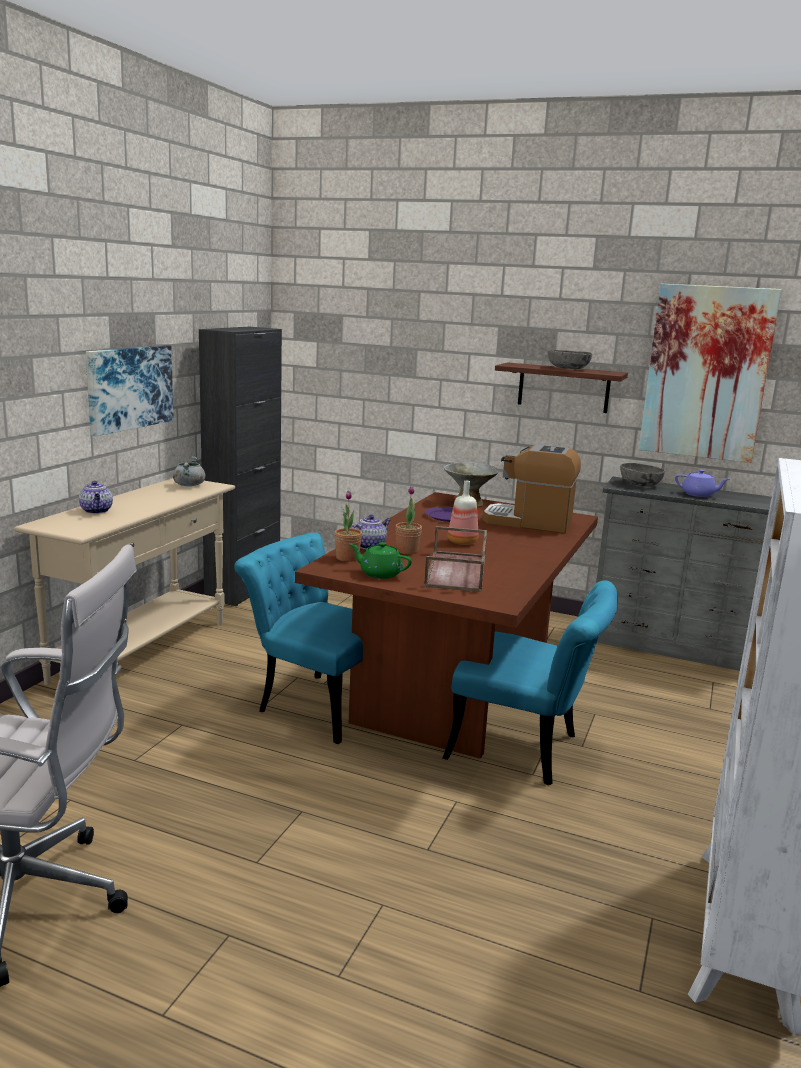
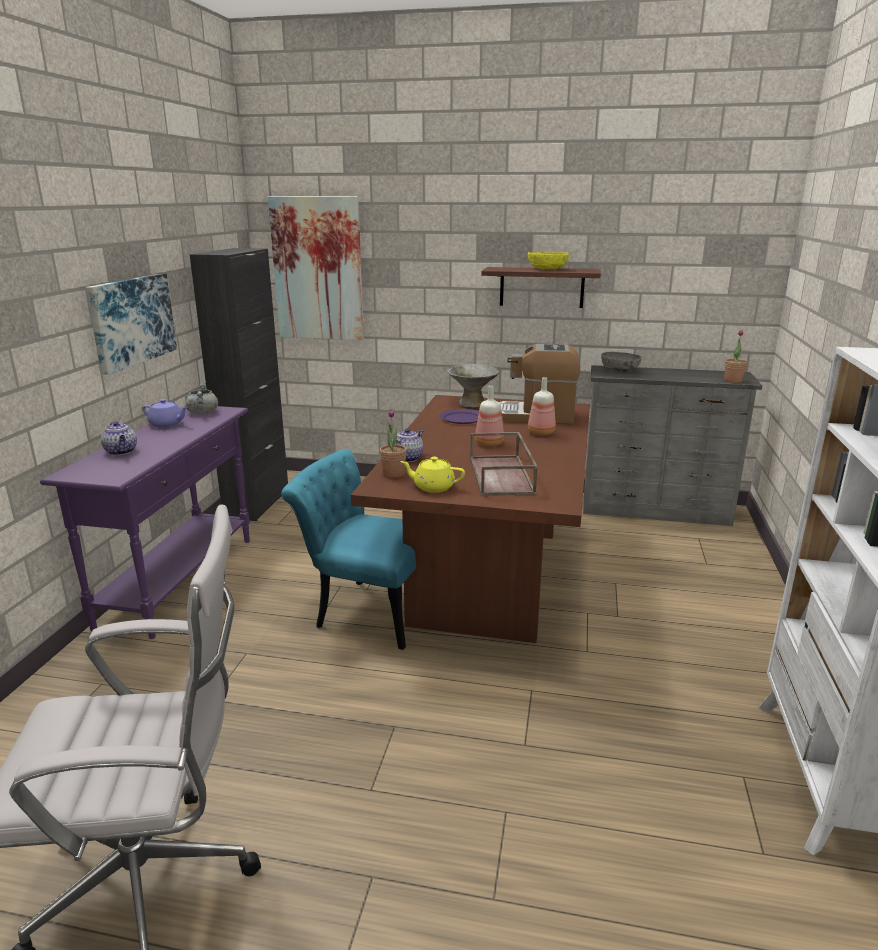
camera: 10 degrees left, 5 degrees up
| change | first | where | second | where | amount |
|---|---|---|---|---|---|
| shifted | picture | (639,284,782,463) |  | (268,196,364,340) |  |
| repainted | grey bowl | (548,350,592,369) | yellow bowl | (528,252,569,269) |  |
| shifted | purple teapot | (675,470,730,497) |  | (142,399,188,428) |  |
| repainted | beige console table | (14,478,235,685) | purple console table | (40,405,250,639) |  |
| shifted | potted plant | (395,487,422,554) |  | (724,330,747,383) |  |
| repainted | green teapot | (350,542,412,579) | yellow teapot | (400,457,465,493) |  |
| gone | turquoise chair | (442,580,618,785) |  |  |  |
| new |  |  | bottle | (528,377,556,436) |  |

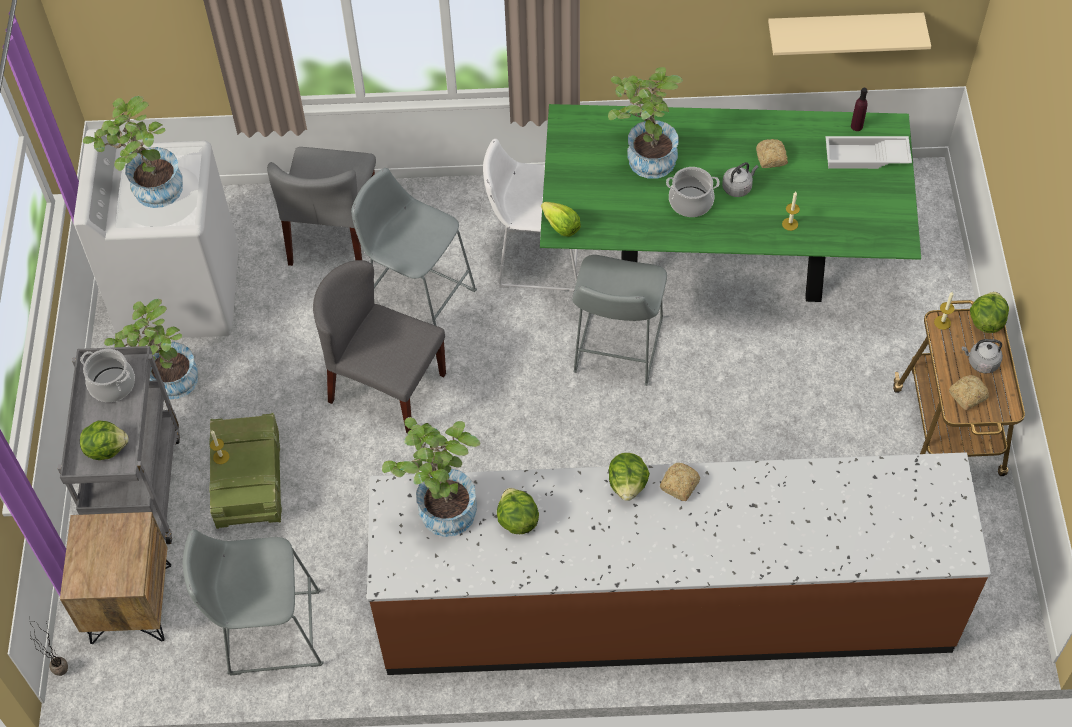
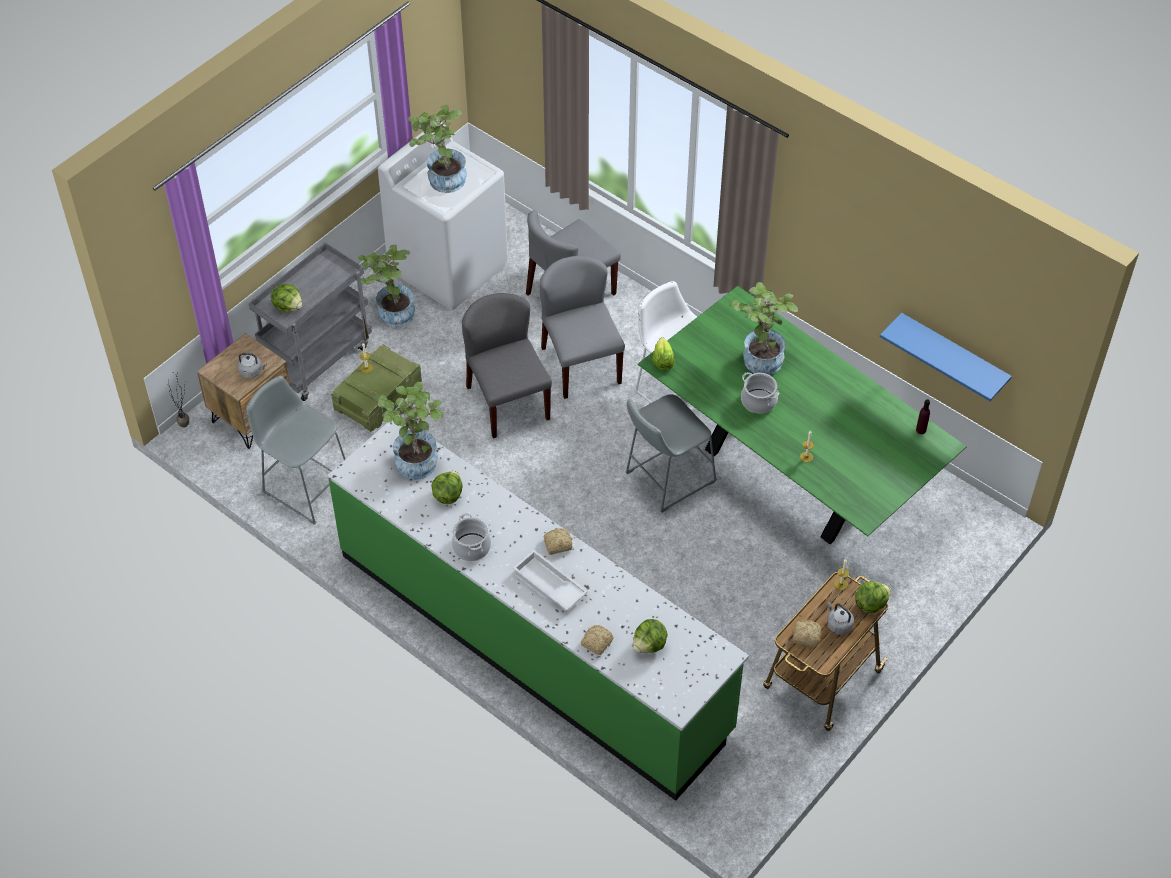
camera: 40 degrees right, 5 degrees down
| change | first | where | second | where | amount |
|---|---|---|---|---|---|
| repainted | beige shelf | (768,13,931,55) | blue shelf | (880,313,1012,401) |  |
| shifted | white tray | (826,136,912,169) |  | (513,550,588,611) |  |
| shifted | bread | (756,139,788,168) |  | (581,625,614,655) |  |
| shifted | grey kettle | (722,162,758,197) |  | (238,353,267,378) |  |
| swapped | grey stool | (351,168,477,326) | grey chair | (540,256,625,399) |  |
| shifted | cooking pot | (80,349,135,402) |  | (451,513,491,561) |  |
| repainted | brown counter | (367,452,991,675) | green counter | (327,415,749,801) |  |
| shifted | lettuce | (609,453,650,501) |  | (633,619,668,653) |  |

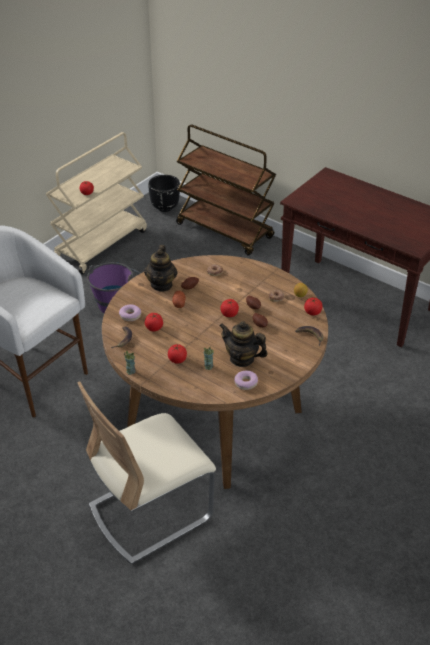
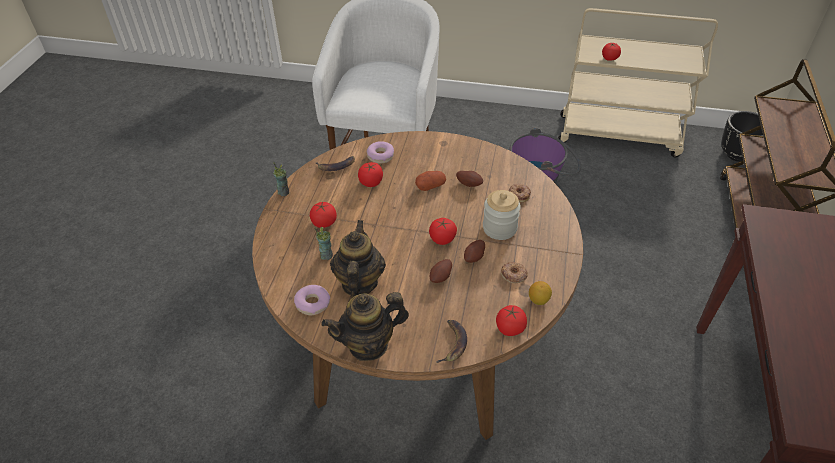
camera: 65 degrees right, 5 degrees up
| change | first | where | second | where | amount |
|---|---|---|---|---|---|
| shifted | teapot | (144,245,178,291) |  | (321,292,409,361) |  |
| gone | beige chair | (77,381,216,564) |  |  |  |
| new |  |  | jar | (483,190,521,240) |  |

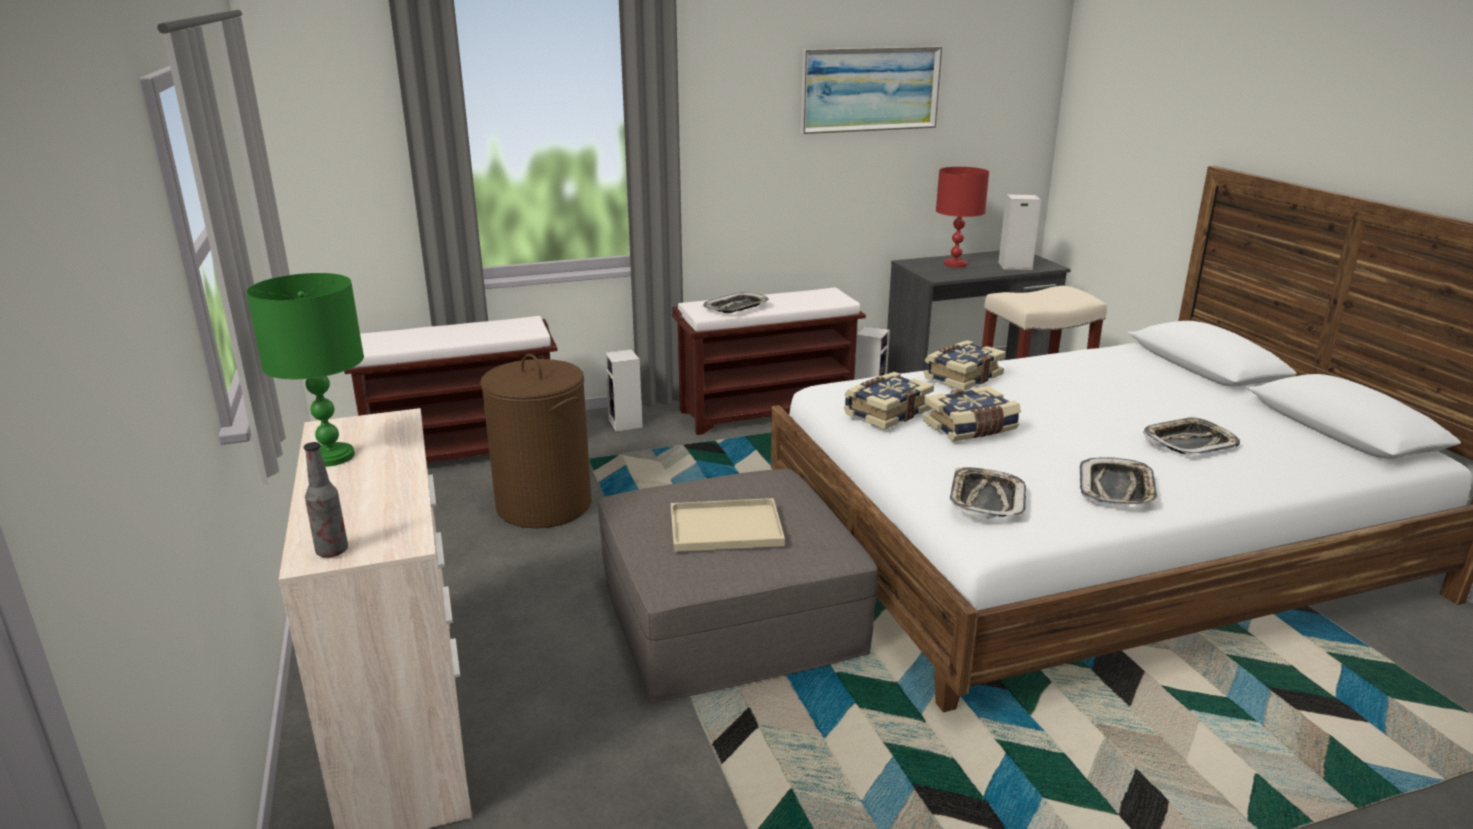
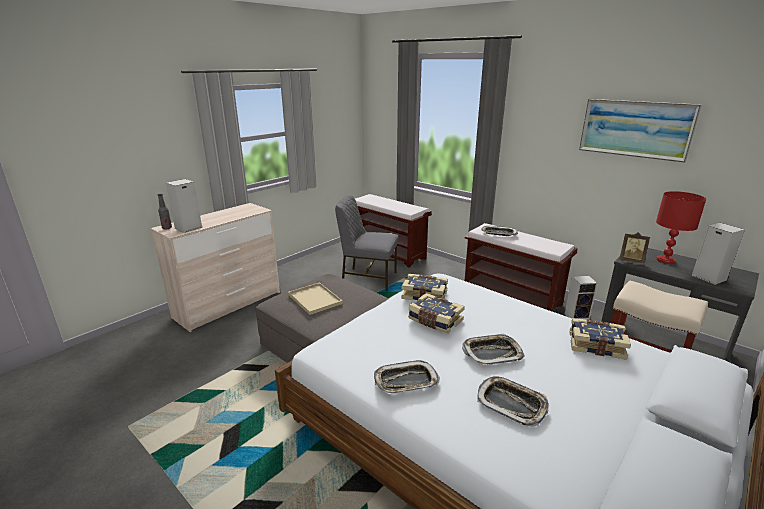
camera: 60 degrees right, 0 degrees up
| change | first | where | second | where | amount |
|---|---|---|---|---|---|
| gone | green table lamp | (246,273,364,467) |  |  |  |
| shifted | book | (923,340,1006,390) |  | (569,318,631,360) |  |
| shifted | speaker | (605,349,643,432) |  | (166,179,202,233) |  |
| swapped | brown laundry basket | (480,354,592,528) | grey chair | (335,195,399,291) |  |
| shifted | tray | (949,467,1026,519) |  | (462,333,525,365) |  |
| new |  |  | picture frame | (619,232,650,264) |  |

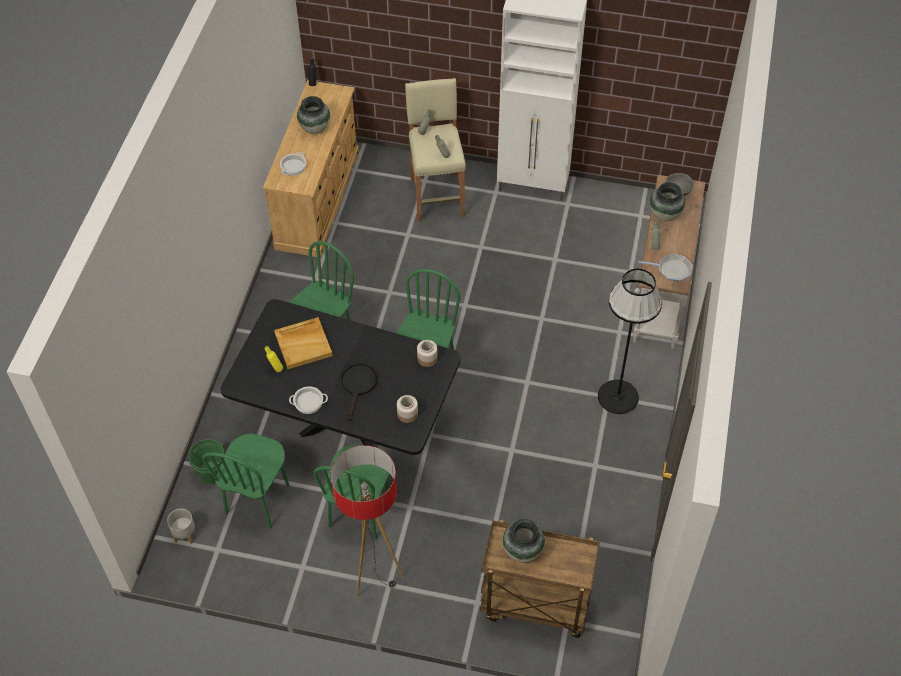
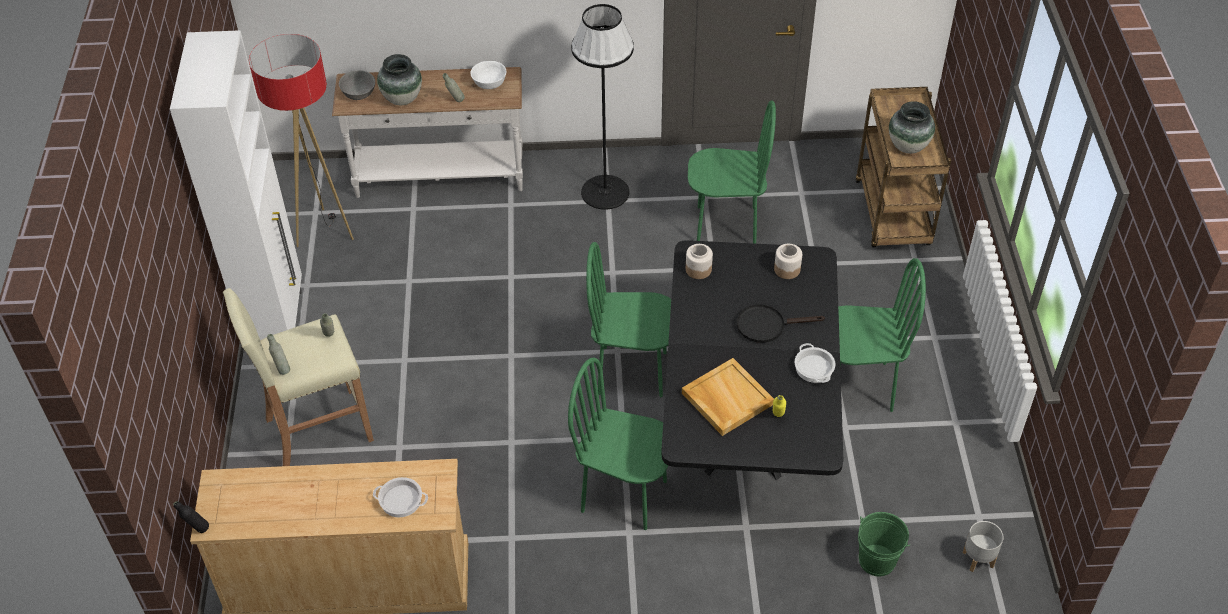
camera: 105 degrees left, 5 degrees down
| change | first | where | second | where | amount |
|---|---|---|---|---|---|
| gone | vase | (297,96,330,134) |  |  |  |
| swapped | frying pan | (639,254,692,282) | white bowl | (470,61,506,89) |  |
| shifted | green chair | (202,433,290,528) |  | (688,100,776,244) |  |
| shifted | floor lamp | (330,445,404,598) |  | (249,34,354,247) |  |

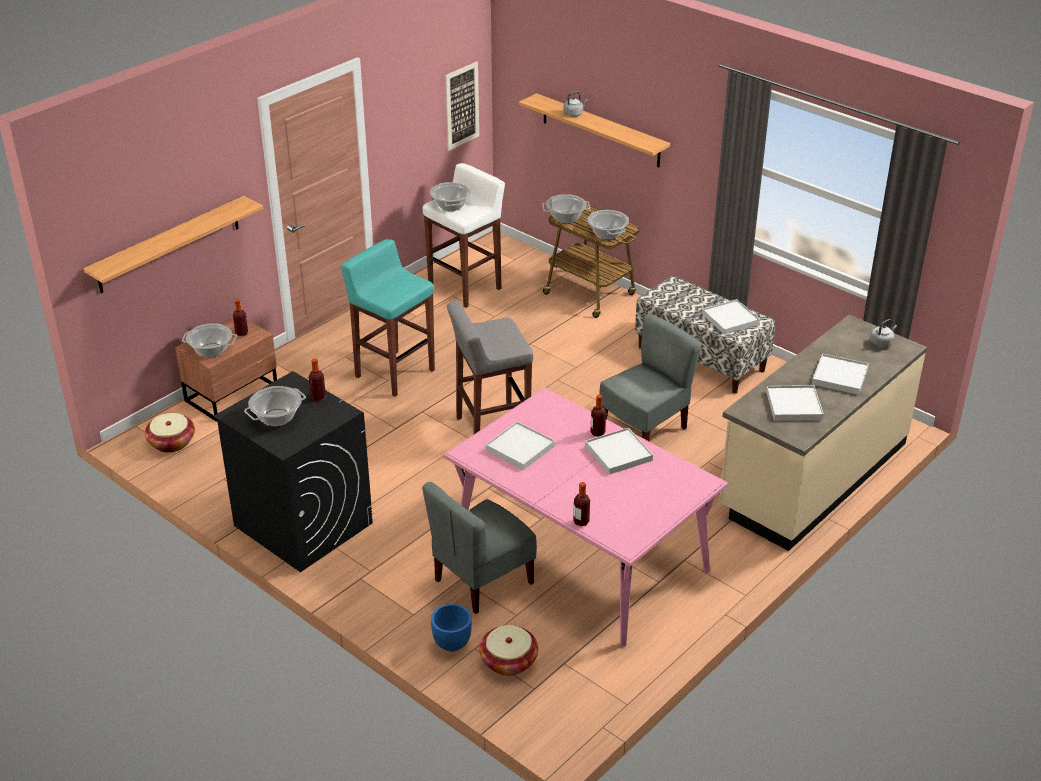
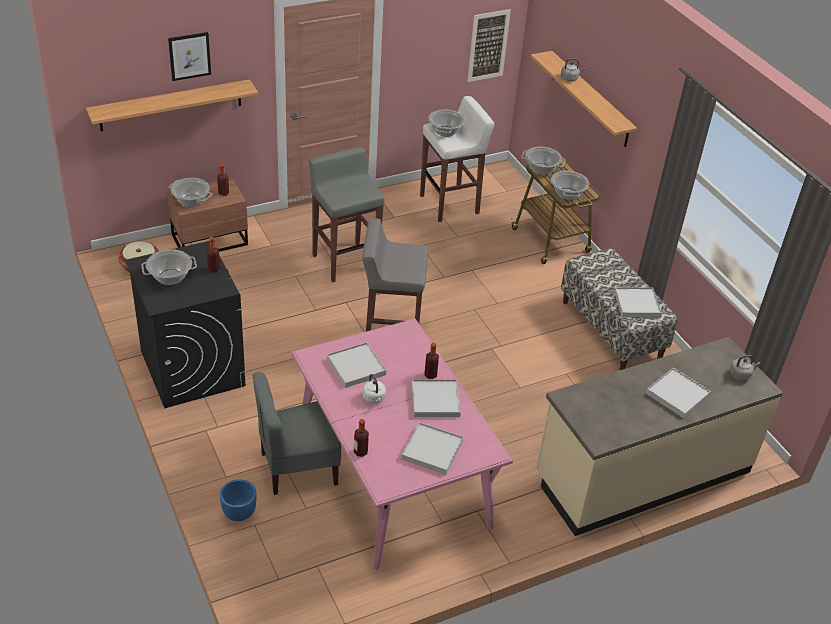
camera: 20 degrees right, 5 degrees up
| change | first | where | second | where | amount |
|---|---|---|---|---|---|
| repainted | turquoise stool | (341,239,435,397) | grey stool | (309,147,385,282) |  |
| gone | grey chair | (599,314,702,441) |  |  |  |
| shifted | white tray | (766,385,824,421) |  | (401,422,463,475) |  |
| gone | basket | (479,625,538,676) |  |  |  |
| new |  |  | picture | (168,32,211,81) |  |
| new |  |  | white kettle | (363,374,386,403) |  |

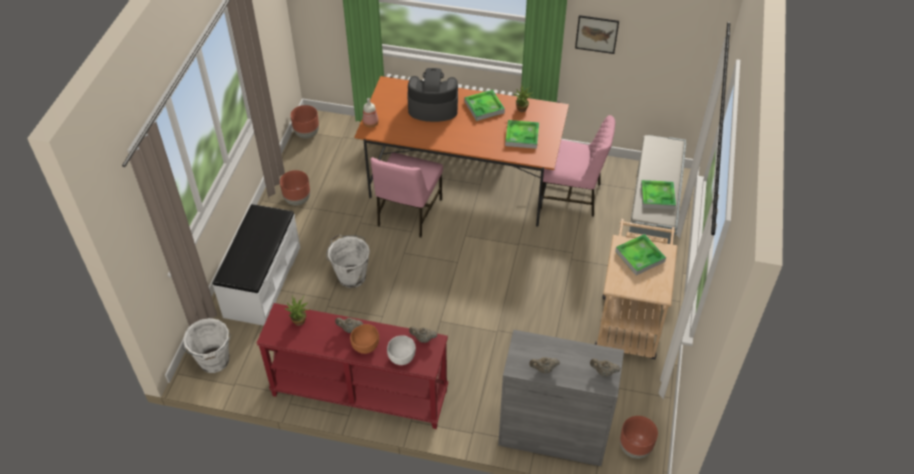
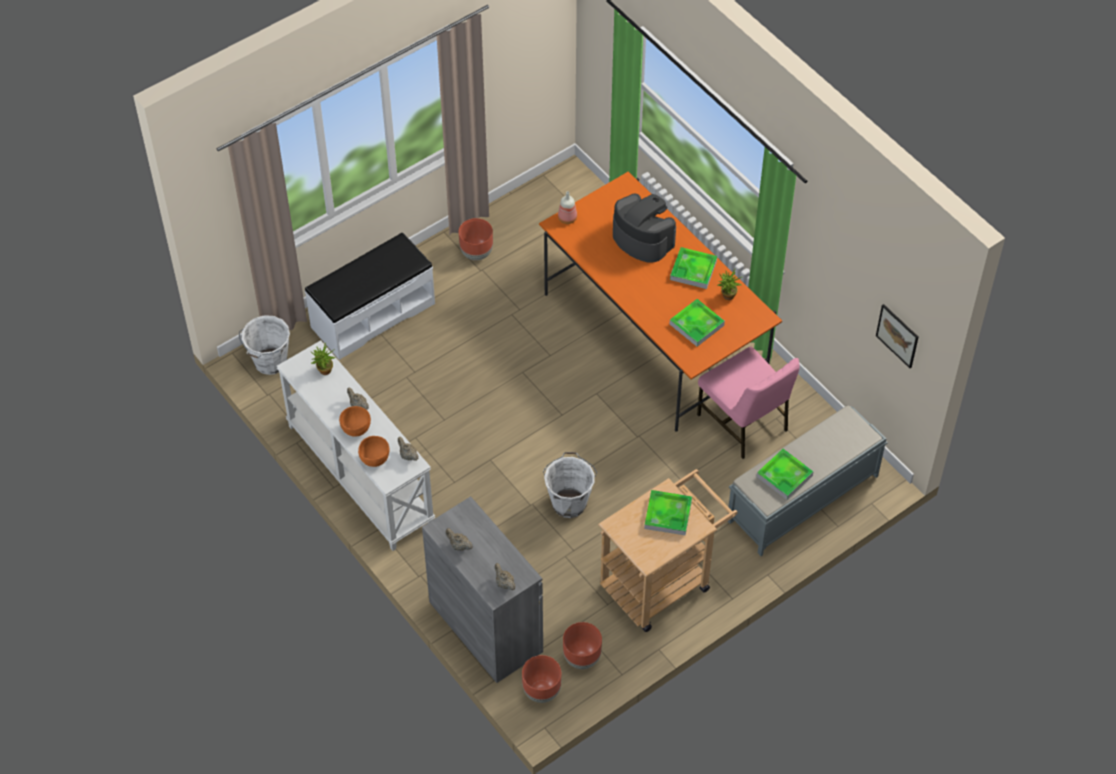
camera: 40 degrees right, 5 degrees up
| change | first | where | second | where | amount |
|---|---|---|---|---|---|
| shifted | picture | (575,15,619,54) |  | (876,304,919,368) |  |
| shifted | brown planter | (290,105,319,139) |  | (563,622,602,669) |  |
| gone | pink chair | (370,153,443,238) |  |  |  |
| shifted | white bucket | (326,235,370,288) |  | (543,452,597,518) |  |
| repainted | red console table | (257,303,448,429) | white console table | (277,340,435,551) |  |
| repainted | white bowl | (387,335,416,365) | orange bowl | (358,436,390,467) |  |

